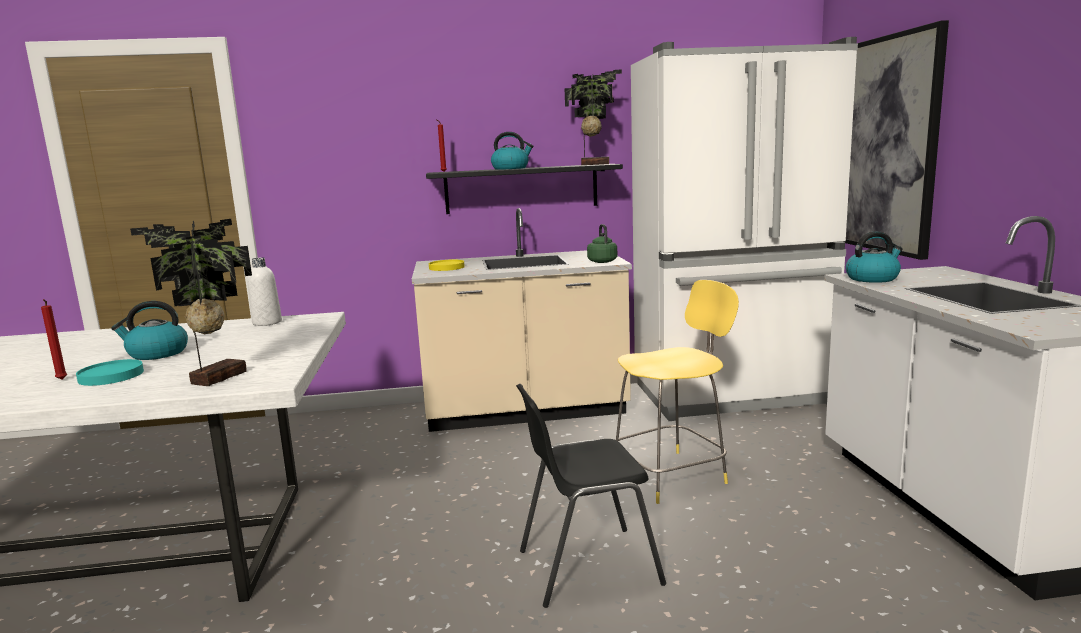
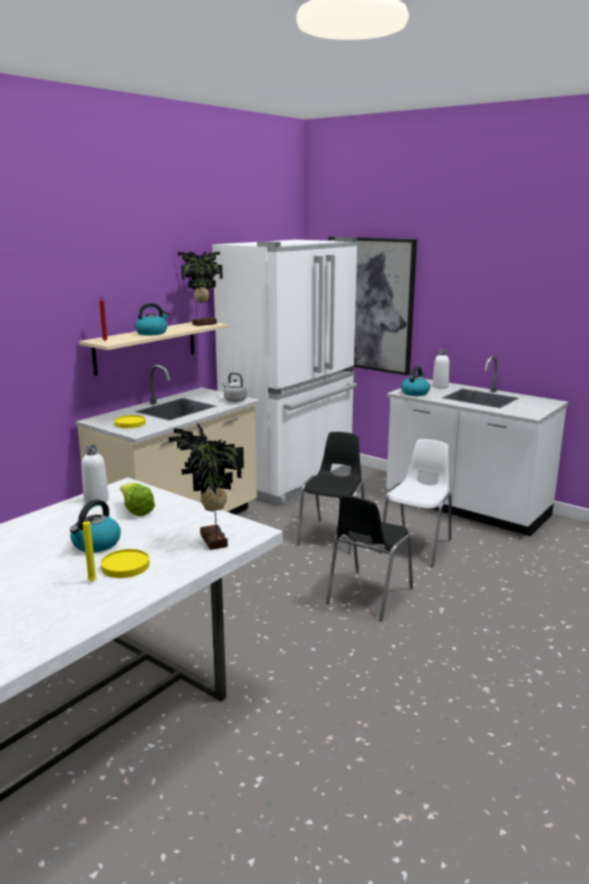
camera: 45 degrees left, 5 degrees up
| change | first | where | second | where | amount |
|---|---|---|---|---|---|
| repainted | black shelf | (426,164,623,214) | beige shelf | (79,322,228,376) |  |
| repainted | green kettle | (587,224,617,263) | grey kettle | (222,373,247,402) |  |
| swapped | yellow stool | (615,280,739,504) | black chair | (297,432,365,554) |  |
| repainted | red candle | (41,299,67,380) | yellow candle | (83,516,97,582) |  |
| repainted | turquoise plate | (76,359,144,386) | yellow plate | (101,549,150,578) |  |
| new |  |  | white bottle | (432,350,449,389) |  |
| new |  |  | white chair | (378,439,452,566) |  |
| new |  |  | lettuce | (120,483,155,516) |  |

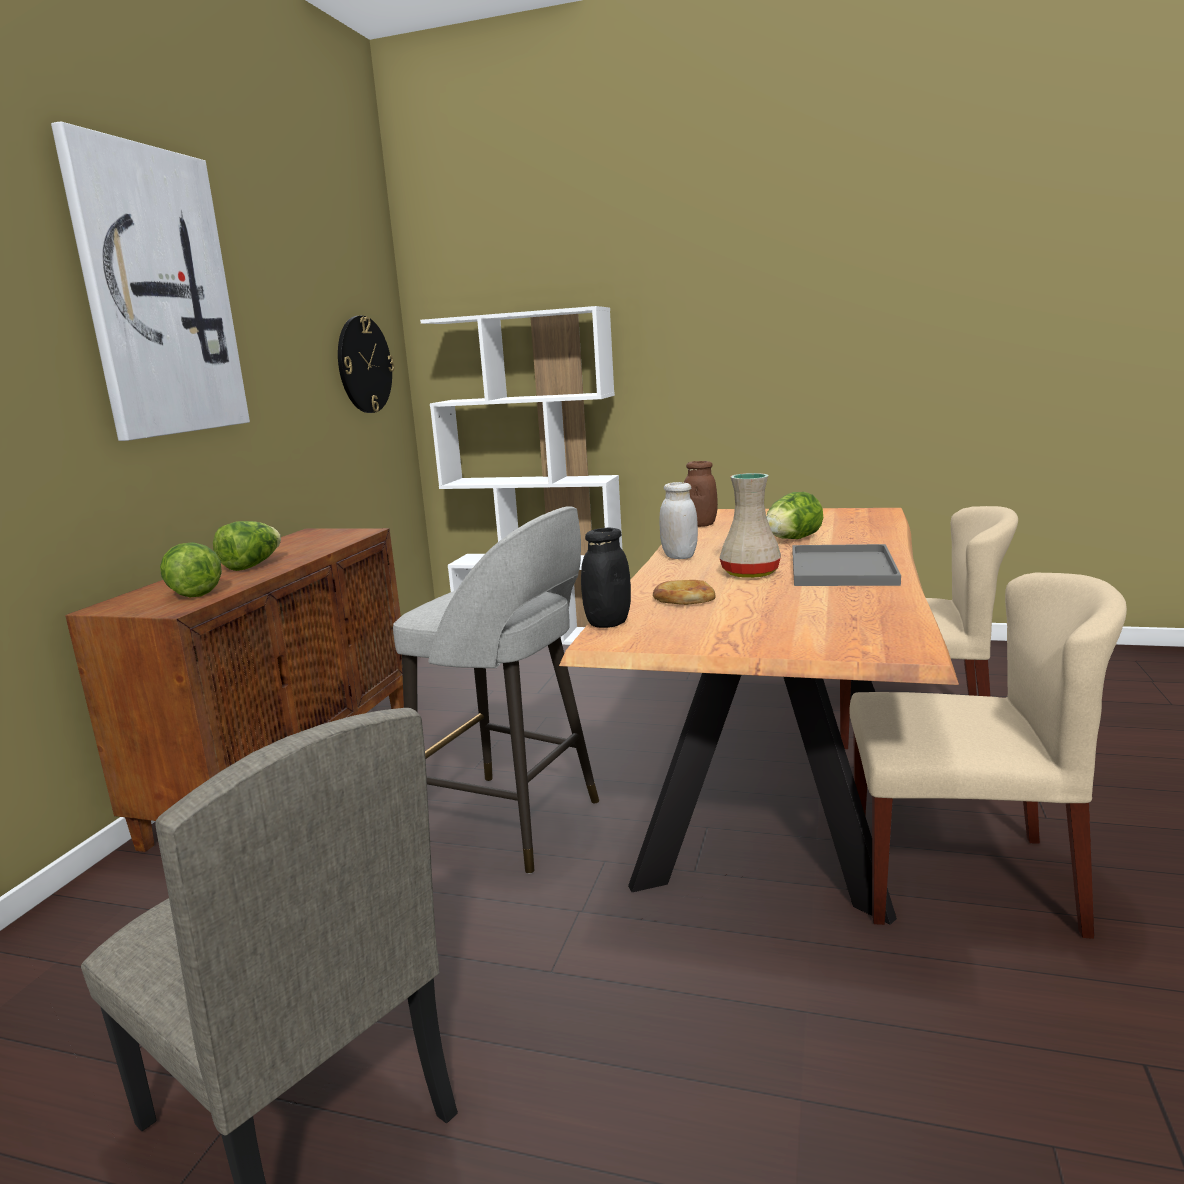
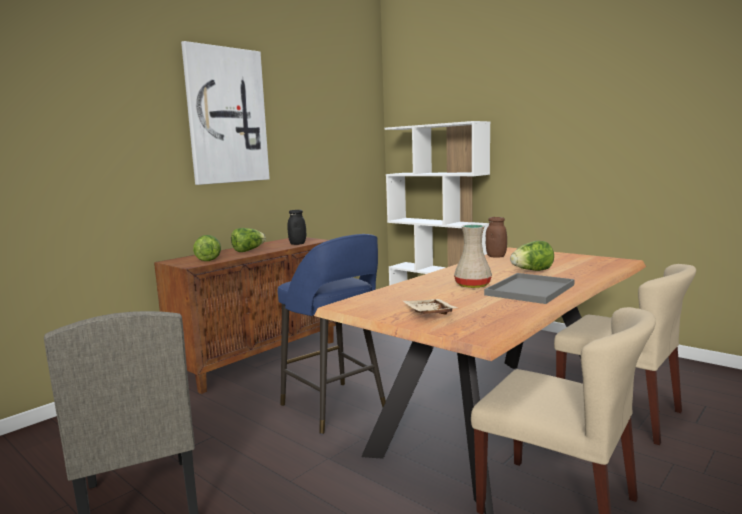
camera: 25 degrees right, 5 degrees down
| change | first | where | second | where | amount |
|---|---|---|---|---|---|
| gone | wall clock | (338,316,394,413) |  |  |  |
| gone | white jar | (659,482,698,559) |  |  |  |
| repainted | grey stool | (393,506,599,874) | blue stool | (278,234,386,434) |  |
| shifted | black jar | (581,528,631,628) |  | (287,210,306,245) |  |
| gone | bread | (653,580,716,605) |  |  |  |
| new |  |  | beige tray | (403,299,458,314) |  |

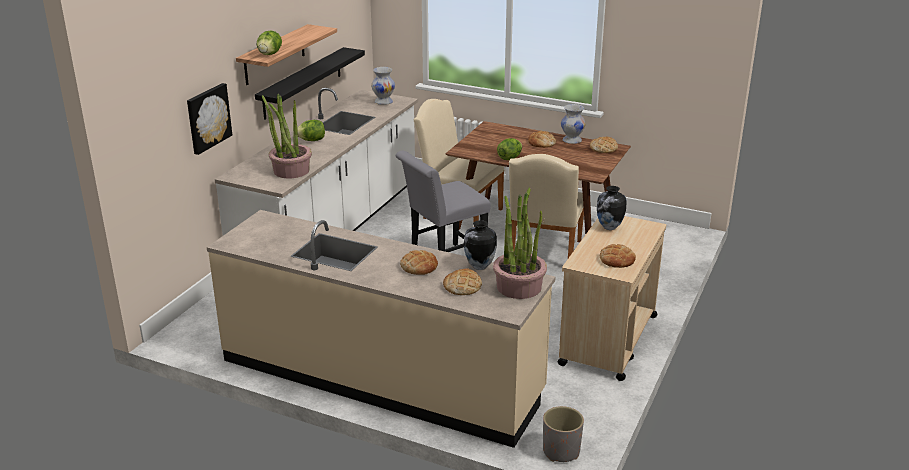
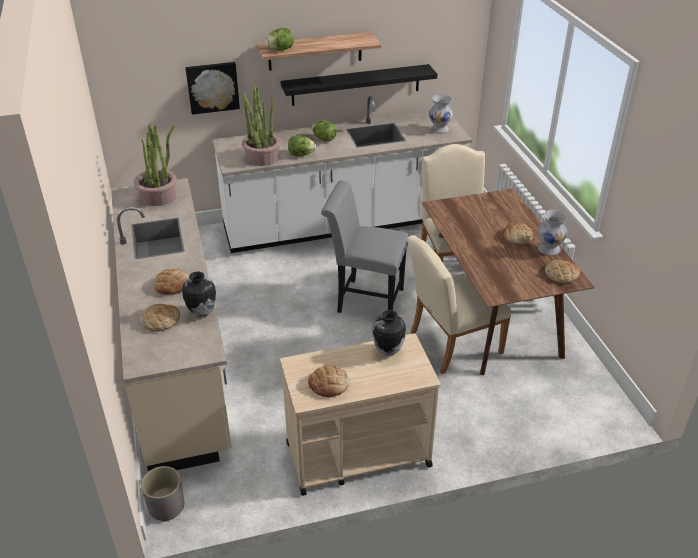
camera: 50 degrees right, 10 degrees up
| change | first | where | second | where | amount |
|---|---|---|---|---|---|
| shifted | lettuce | (497,138,522,160) |  | (288,135,316,156) |  |
| shifted | potted plant | (493,187,547,299) |  | (134,122,177,206) |  |

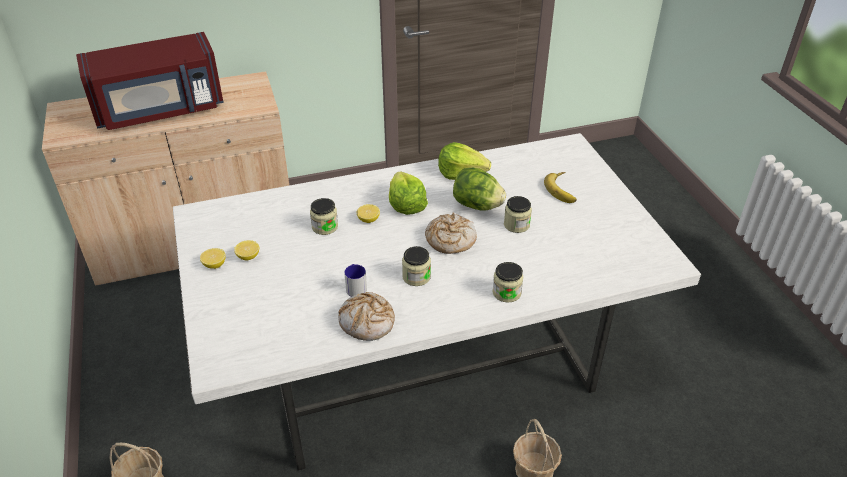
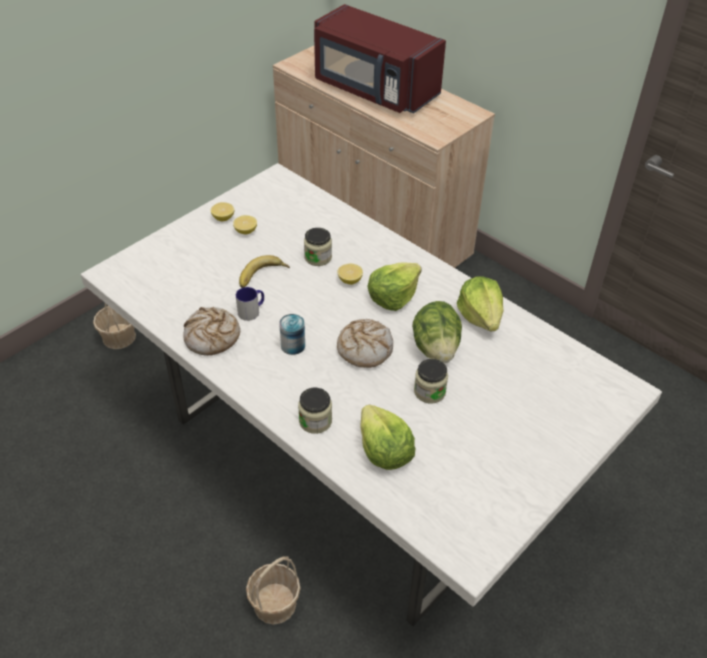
camera: 60 degrees right, 5 degrees up
| change | first | where | second | where | amount |
|---|---|---|---|---|---|
| shifted | banana | (544,172,577,203) |  | (239,255,290,288) |  |
| swapped | jar | (402,246,431,286) | can | (279,314,305,355) |  |
| new |  |  | lettuce | (360,405,415,470) |  |

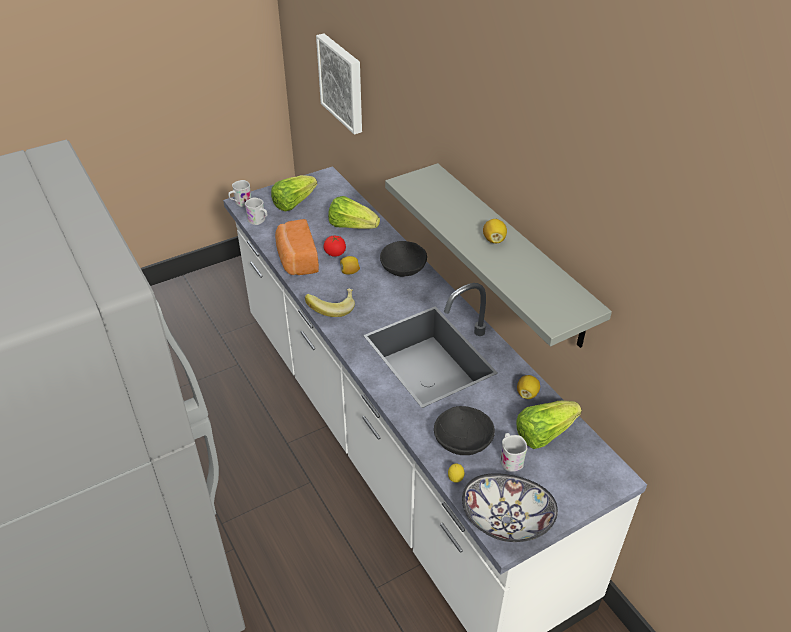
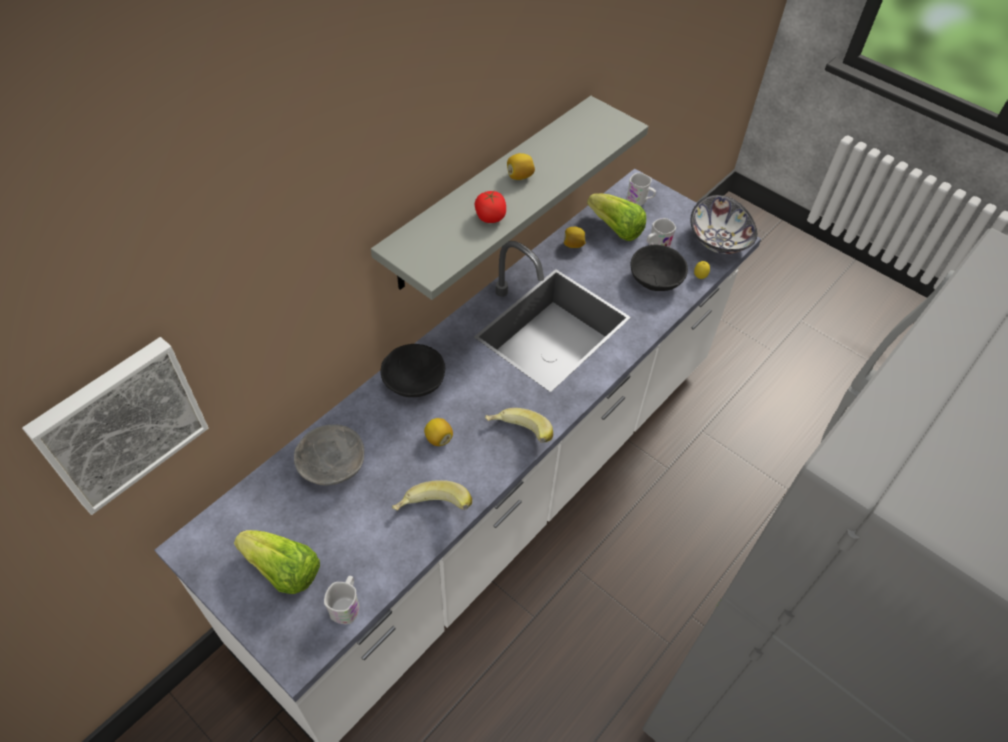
camera: 110 degrees left, 10 degrees up
| change | first | where | second | where | amount |
|---|---|---|---|---|---|
| shifted | white mug | (228,180,251,207) |  | (626,173,656,206) |  |
| swapped | lettuce | (328,196,380,229) | grey bowl | (294,424,364,485) |  |
| swapped | bread | (275,219,319,275) | banana | (392,480,472,510) |  |
| shifted | tomato | (323,236,346,257) |  | (475,190,506,223) |  |

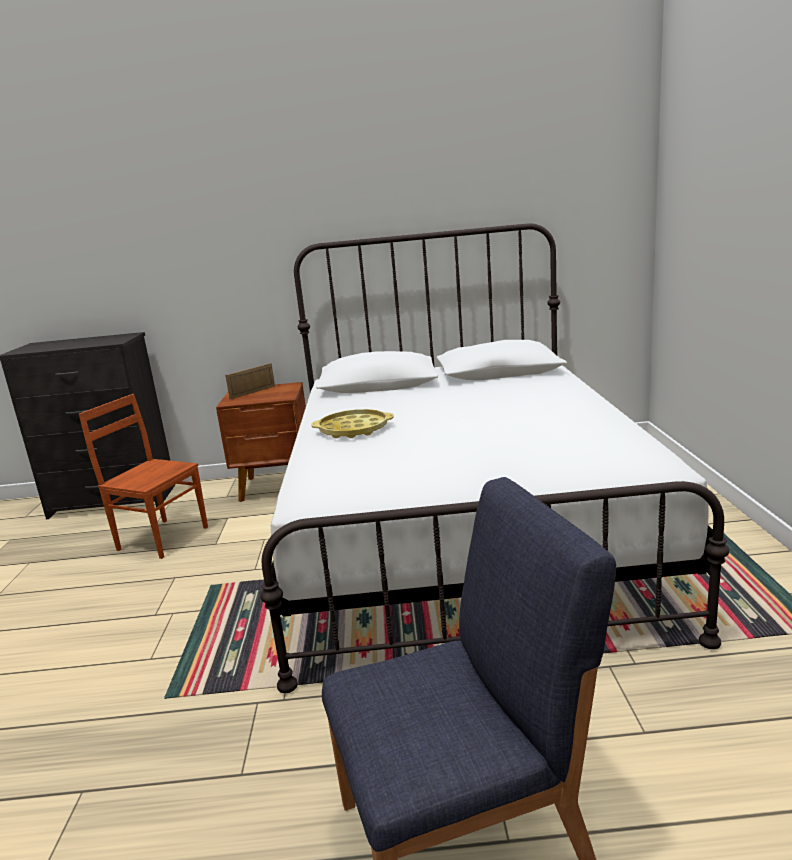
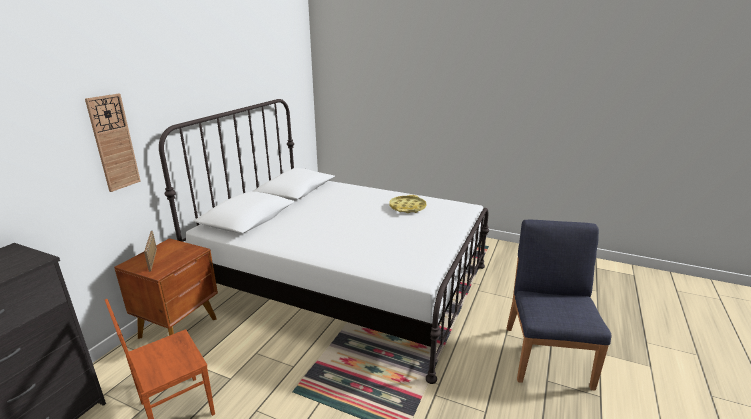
camera: 65 degrees left, 5 degrees up
| change | first | where | second | where | amount |
|---|---|---|---|---|---|
| shifted | yellow tray | (311,409,394,438) |  | (389,195,426,213) |  |
| new |  |  | wall clock | (85,94,141,192) |  |

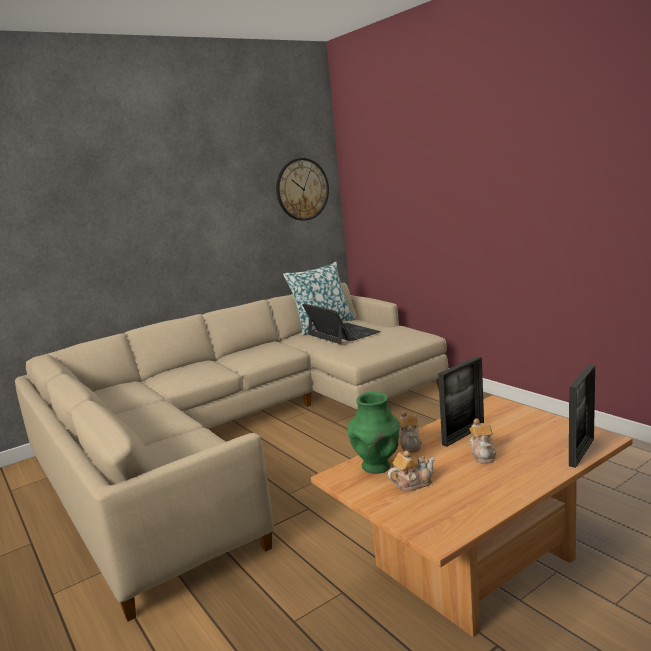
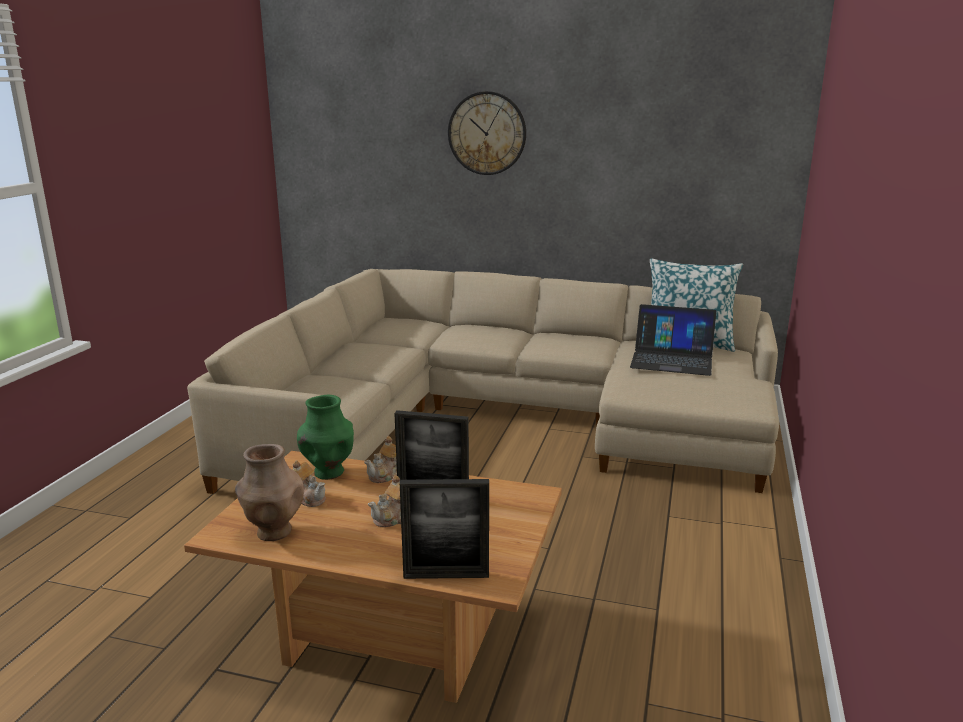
camera: 50 degrees right, 5 degrees up
| change | first | where | second | where | amount |
|---|---|---|---|---|---|
| shifted | wall clock | (276,158,329,221) |  | (448,91,526,175) |  |
| rotated | laptop | (302,304,381,344) |  | (630,304,717,376) | 90 degrees clockwise |
| new |  |  | brown vase | (235,444,304,541) |  |

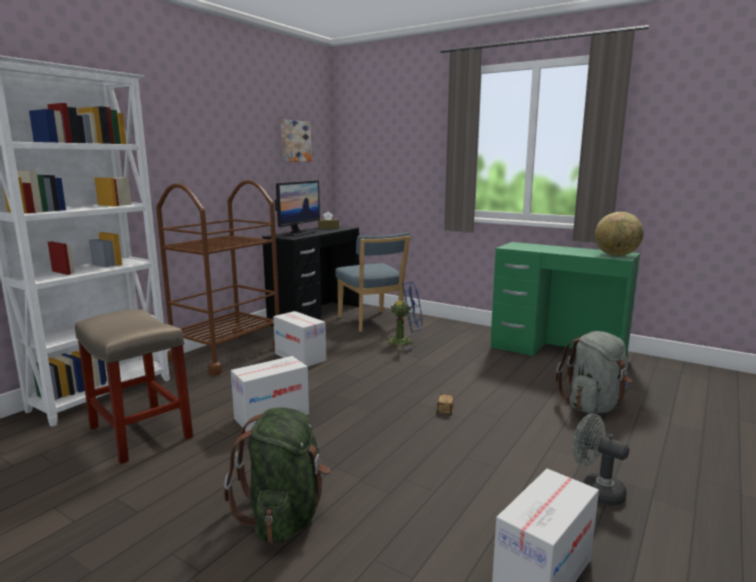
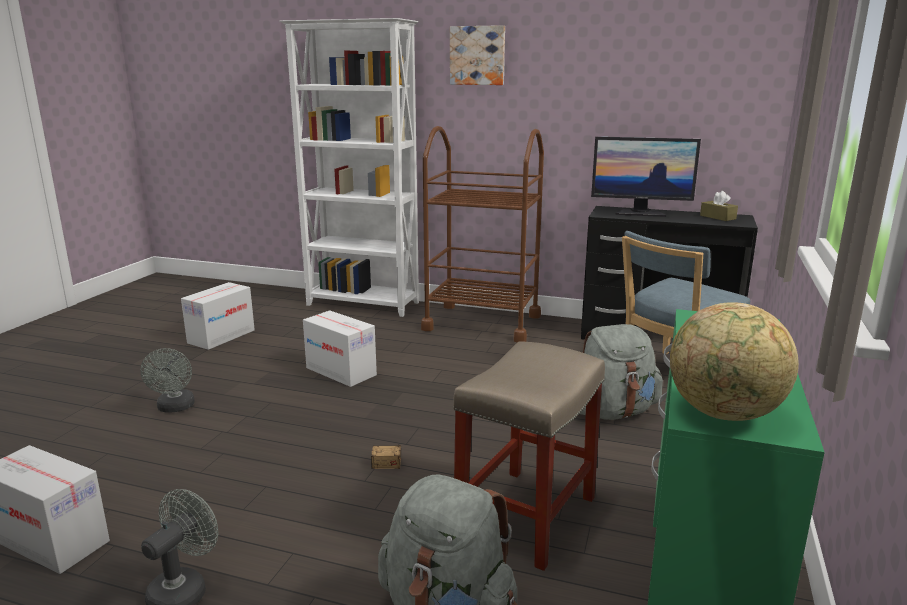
camera: 75 degrees right, 5 degrees up
| change | first | where | second | where | amount |
|---|---|---|---|---|---|
| shifted | picture | (281,120,312,162) |  | (450,25,505,85) |  |
| swapped | blue fan | (383,282,423,349) | grey backpack | (580,324,663,420) |  |
| shifted | beige stool | (75,309,193,464) |  | (453,341,605,571) |  |
| shifted | cardboard box | (273,311,326,367) |  | (181,282,255,350) |  |
| swapped | green backpack | (224,407,330,543) | grey fan | (140,348,195,413) |  |

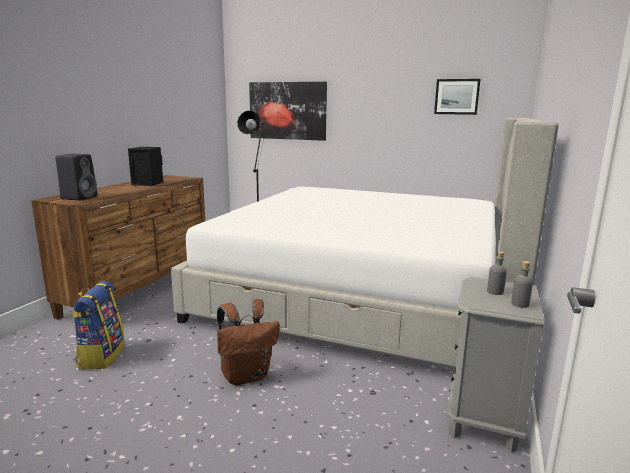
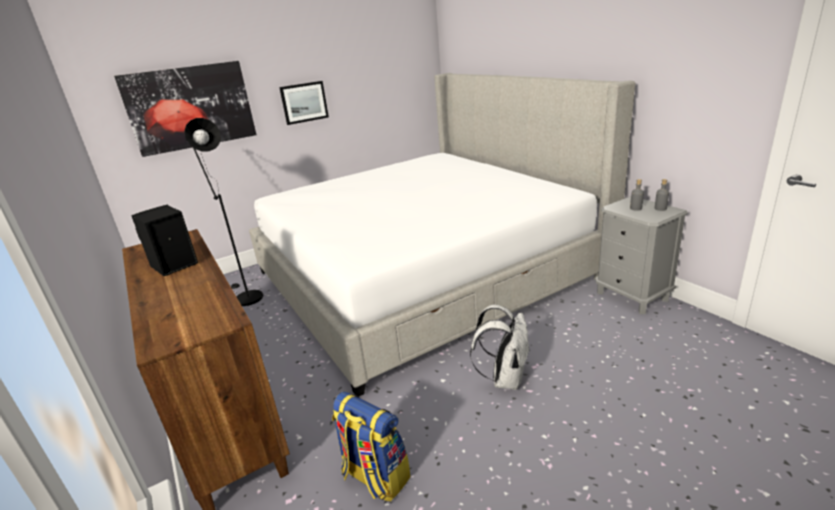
camera: 50 degrees left, 10 degrees up
| change | first | where | second | where | amount |
|---|---|---|---|---|---|
| shifted | picture | (434,79,481,115) |  | (279,81,329,125) |  |
| gone | black speaker | (55,154,97,200) |  |  |  |
| repainted | brown backpack | (217,299,280,385) | white backpack | (470,305,530,390) |  |

